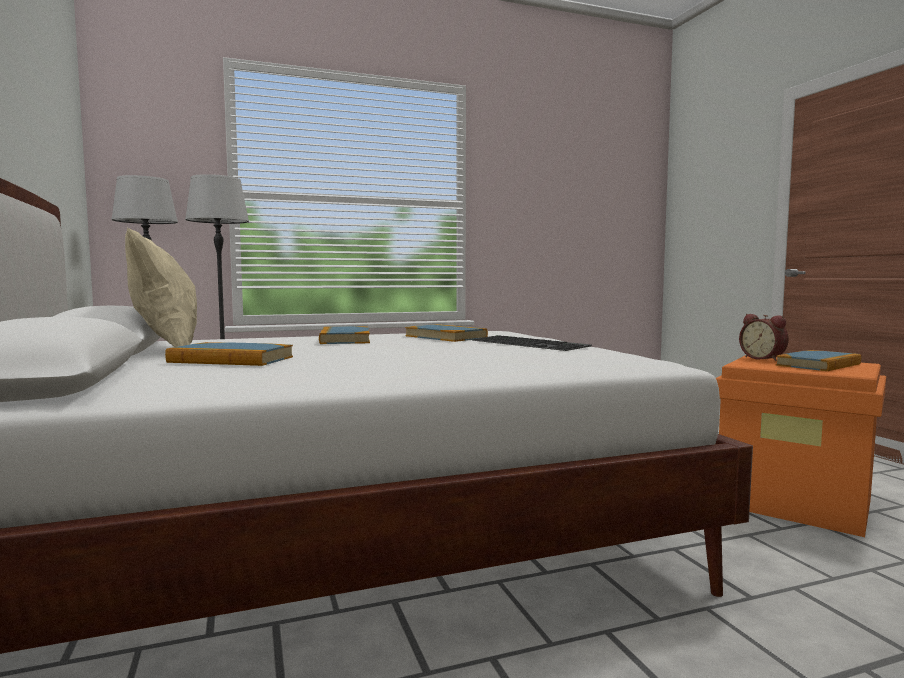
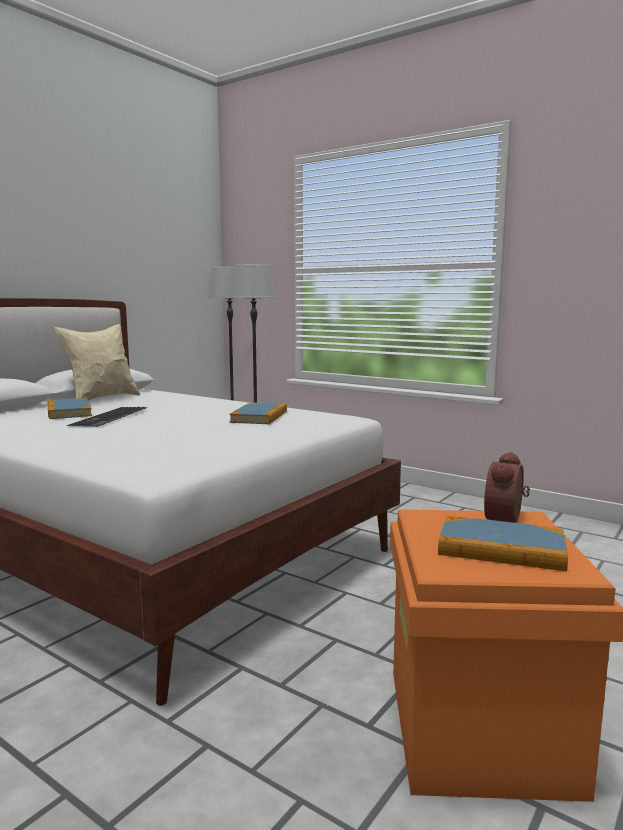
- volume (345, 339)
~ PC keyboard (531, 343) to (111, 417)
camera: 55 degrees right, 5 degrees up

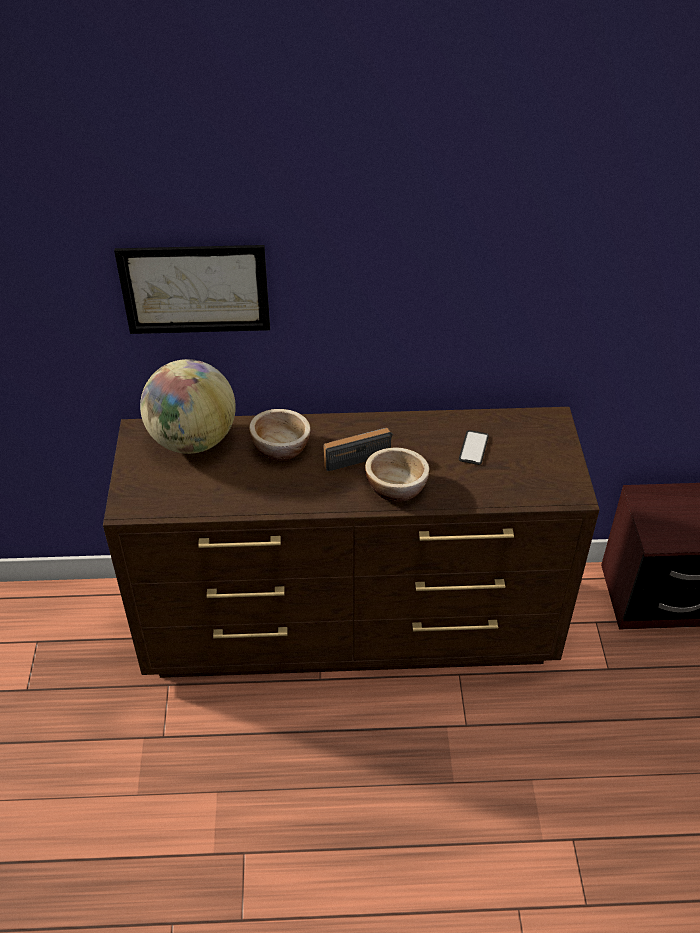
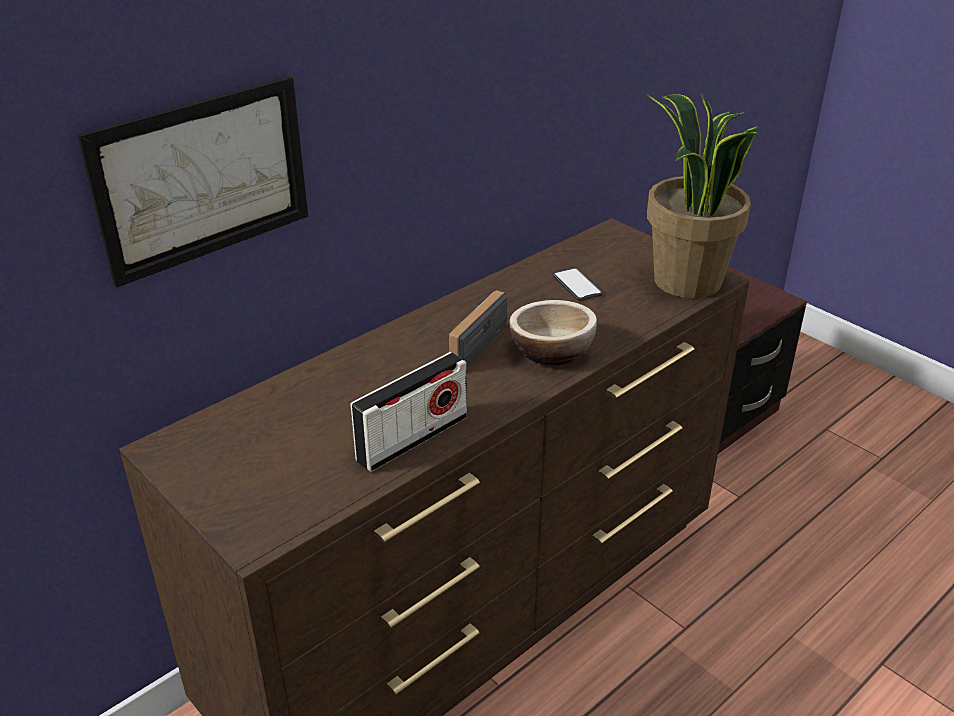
- globe (192, 440)
- bowl (281, 447)
+ radio receiver (412, 438)
+ plant in a pot (686, 281)
camera: 40 degrees left, 10 degrees down

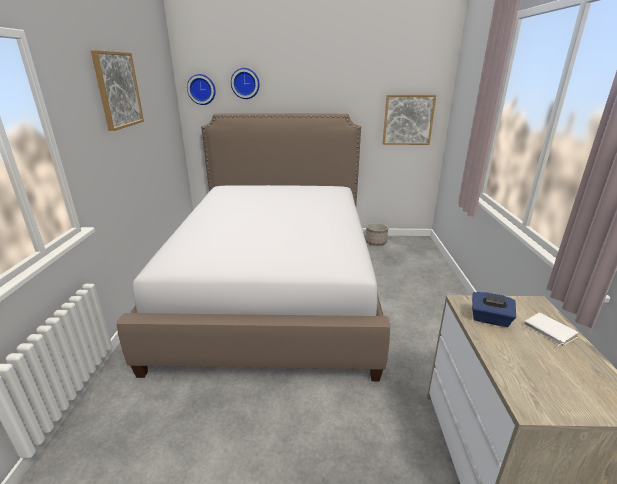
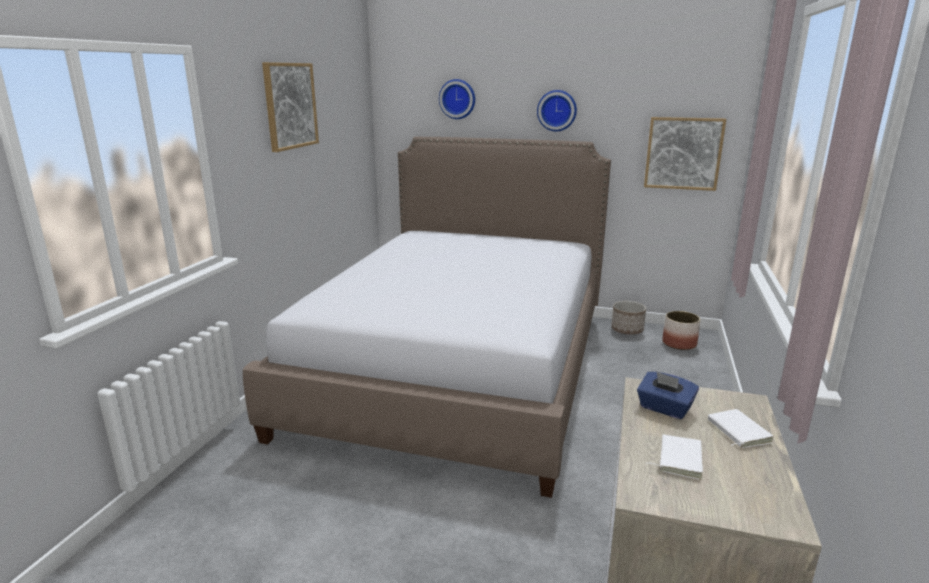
+ whitish volume (678, 458)
+ plant pot (678, 343)
~ wall clock (202, 89) to (557, 110)
camera: 15 degrees right, 5 degrees down

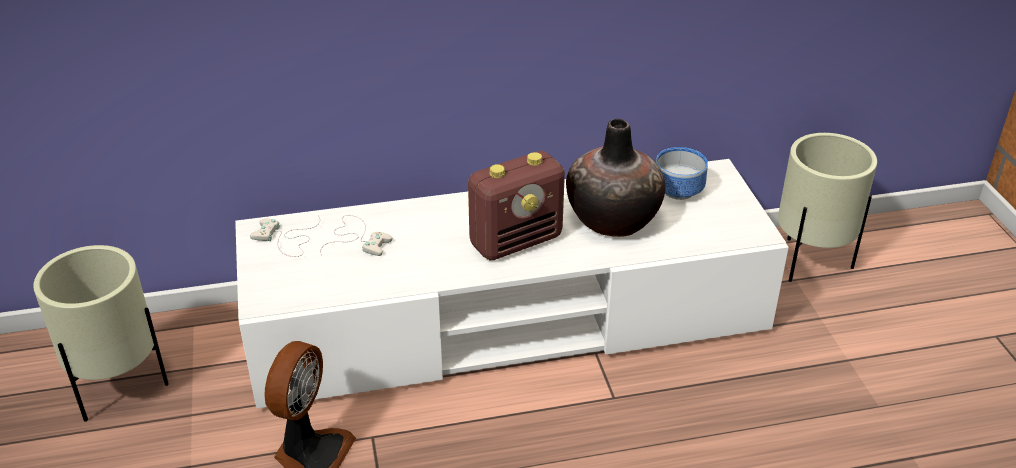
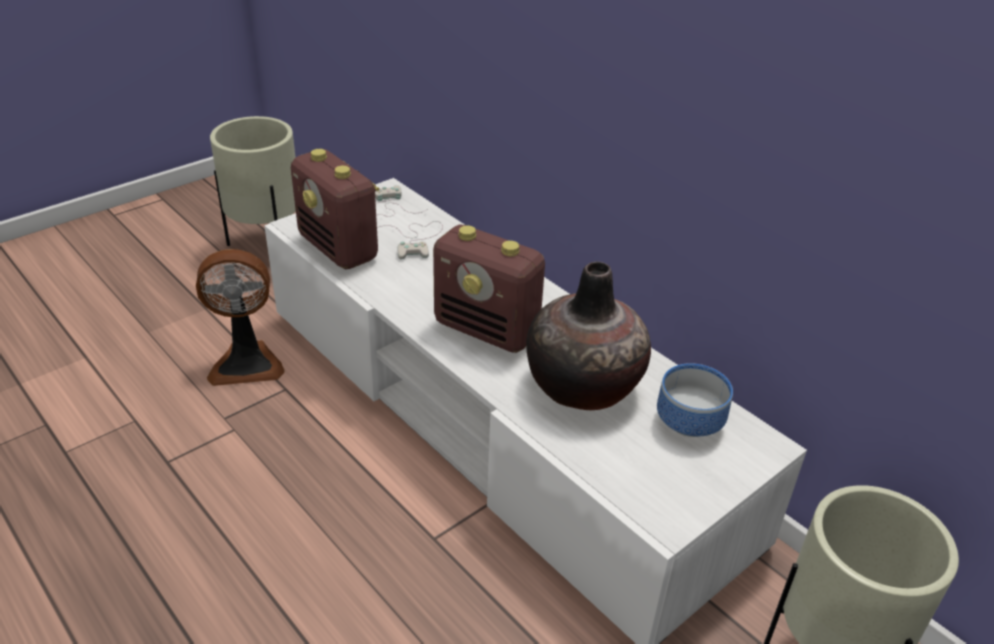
+ radio receiver (339, 248)
camera: 60 degrees right, 0 degrees up

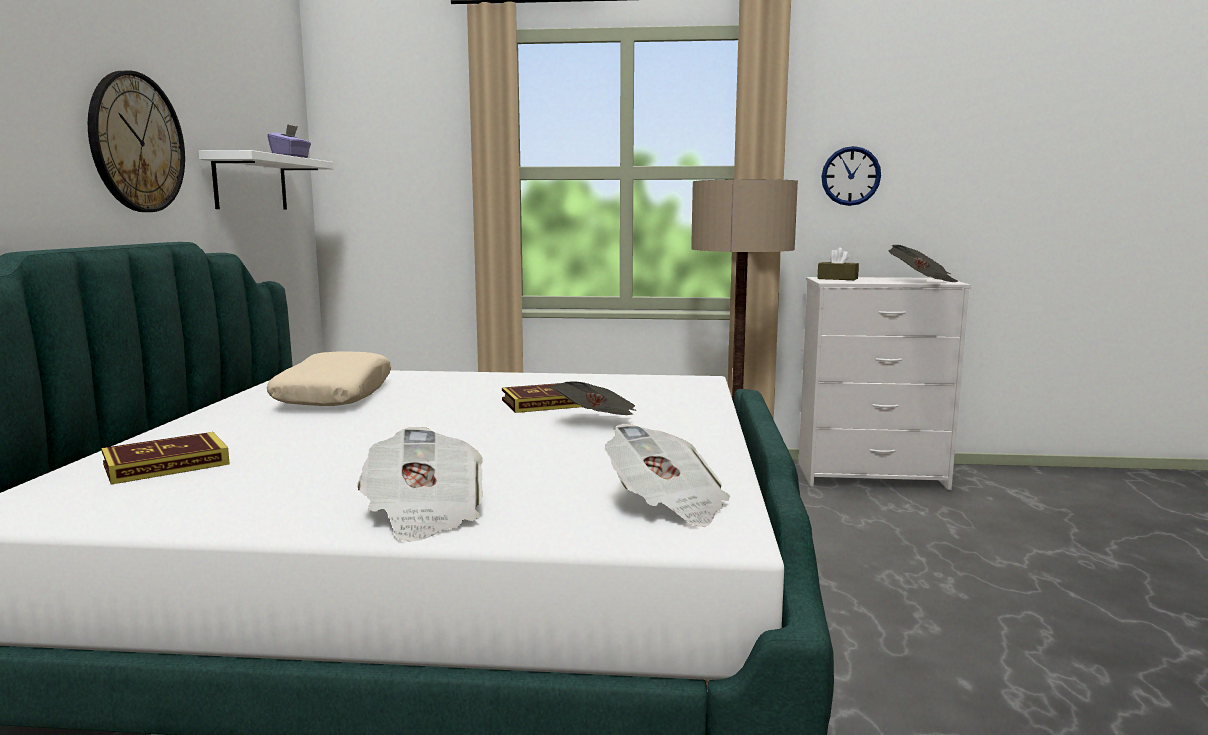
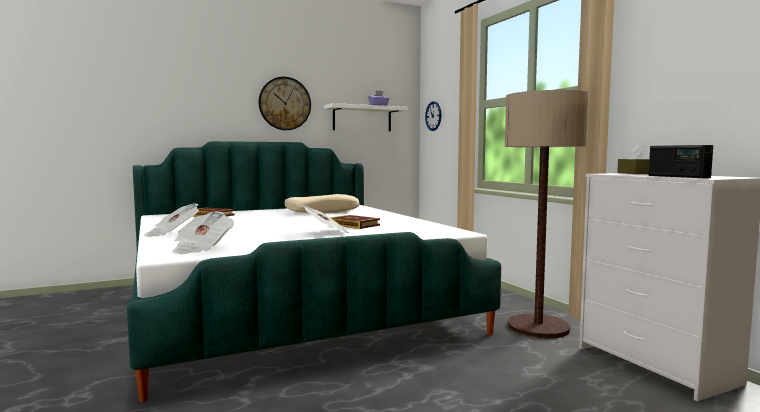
~ wall clock (850, 176) to (433, 116)
~ newspaper (922, 282) to radio receiver (677, 176)
camera: 60 degrees right, 5 degrees down

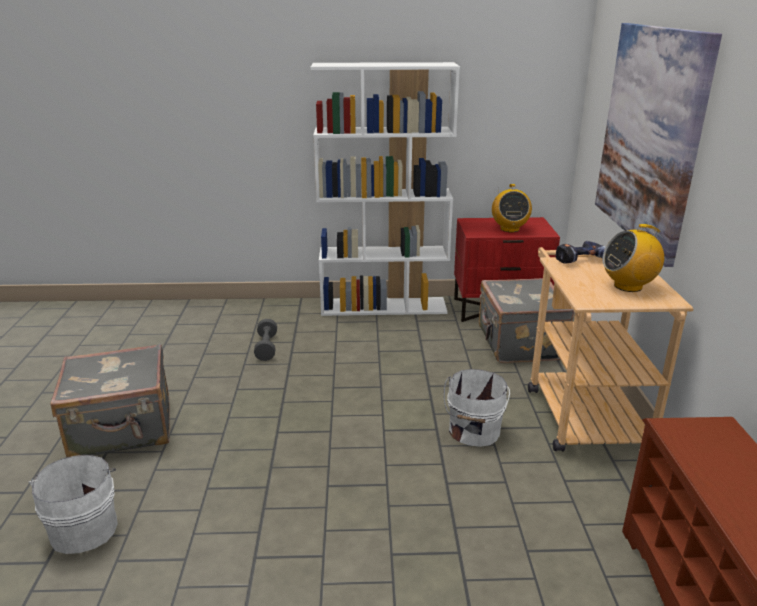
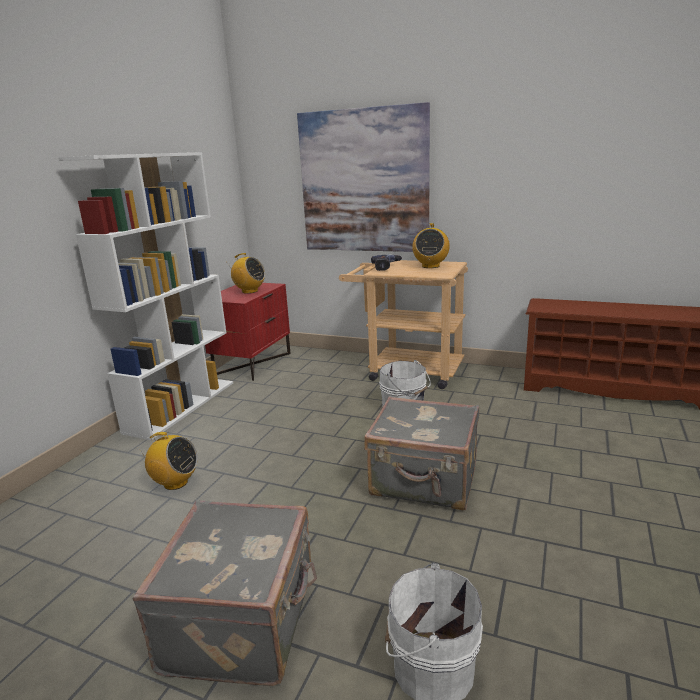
~ gray suitcase (518, 344) to (424, 481)
~ gray hand weight (266, 348) to radio receiver (175, 483)
camera: 65 degrees left, 5 degrees down

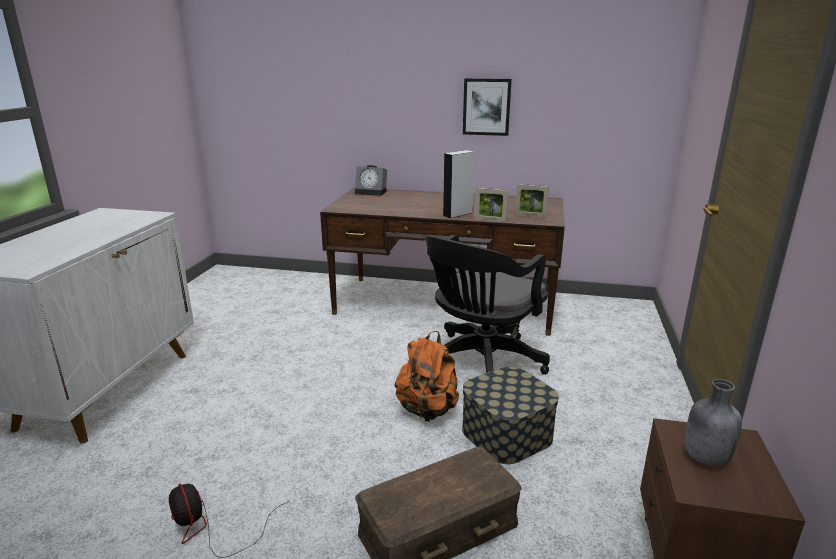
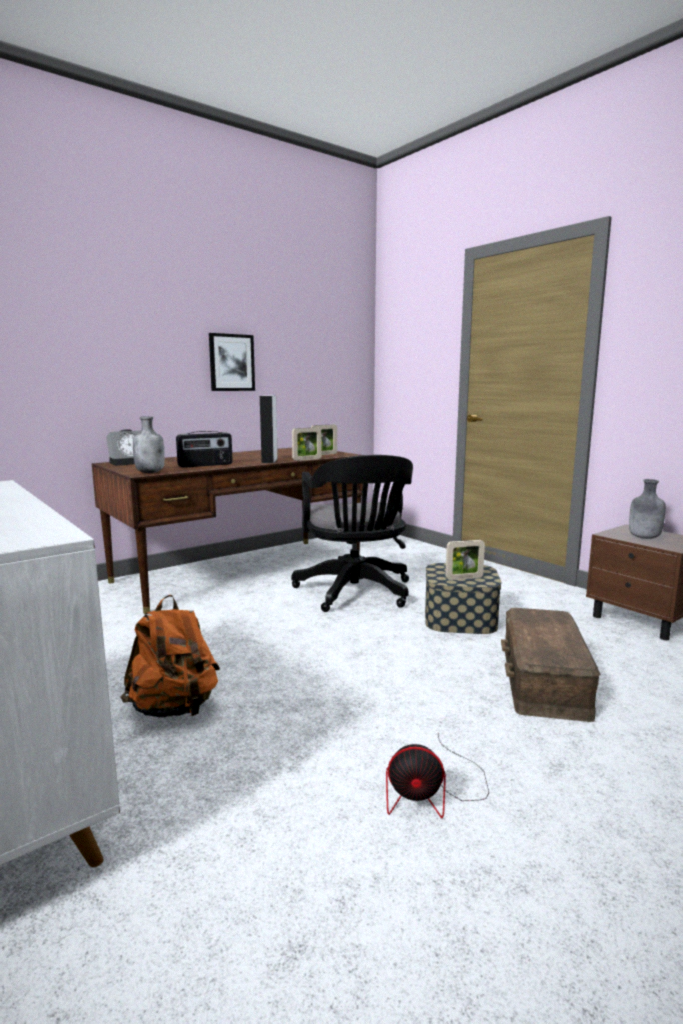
+ gray beverage bottle (150, 472)
+ radio receiver (205, 465)
+ picture frame (464, 578)
~ orange rucksack (428, 410) to (174, 709)
camera: 50 degrees left, 10 degrees down

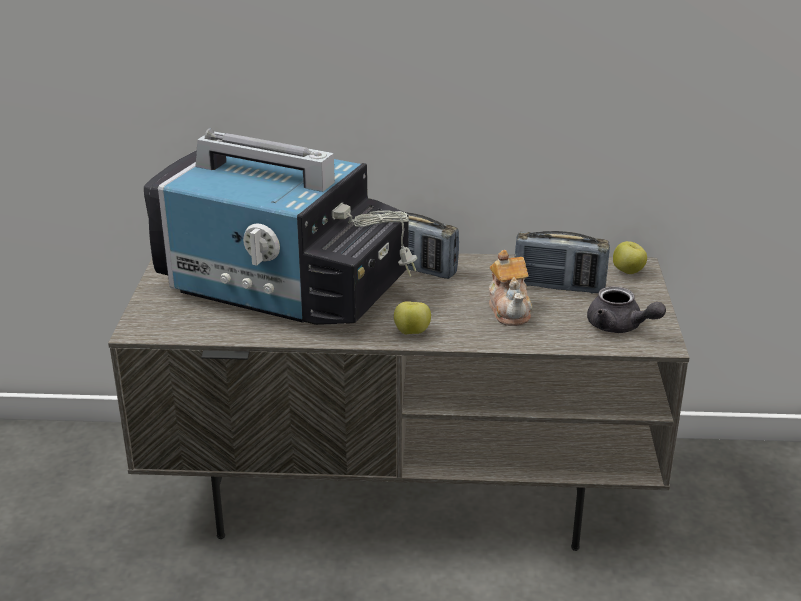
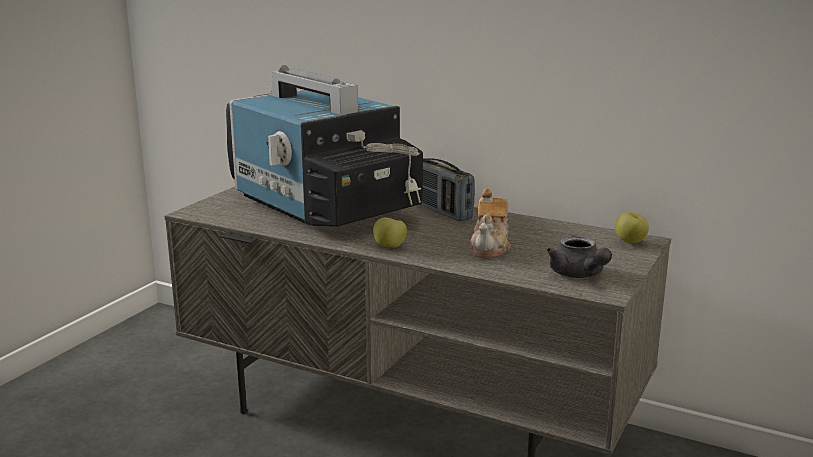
- radio receiver (559, 286)
camera: 25 degrees right, 10 degrees down

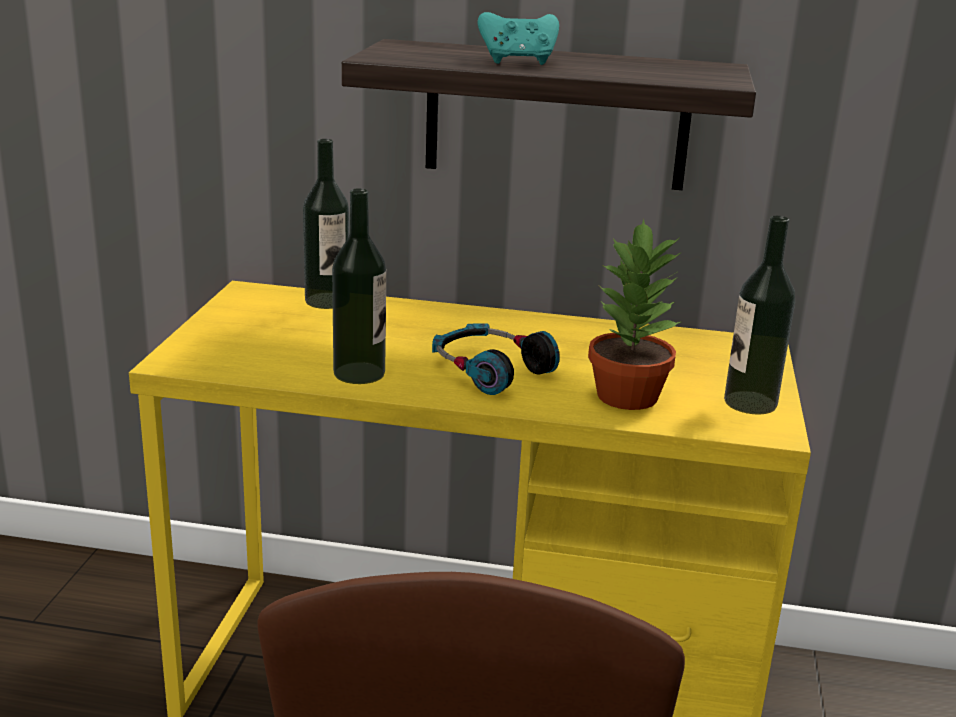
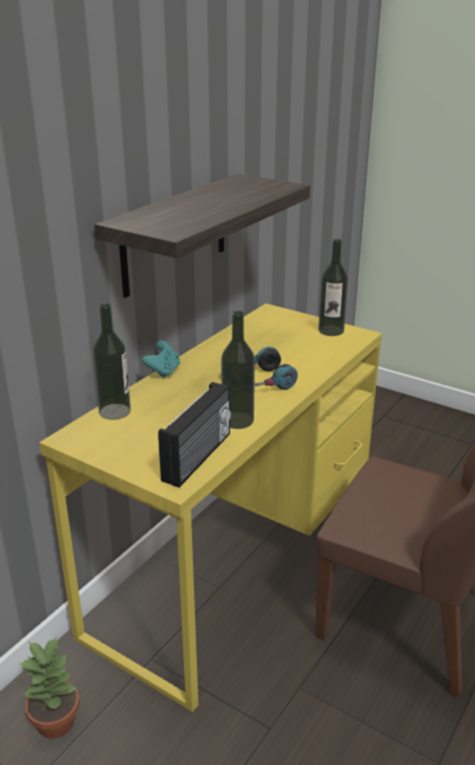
+ radio receiver (199, 457)
~ turquoise gamepad (518, 62) to (163, 372)
~ plant in a pot (629, 396) to (56, 721)
camera: 65 degrees left, 5 degrees up

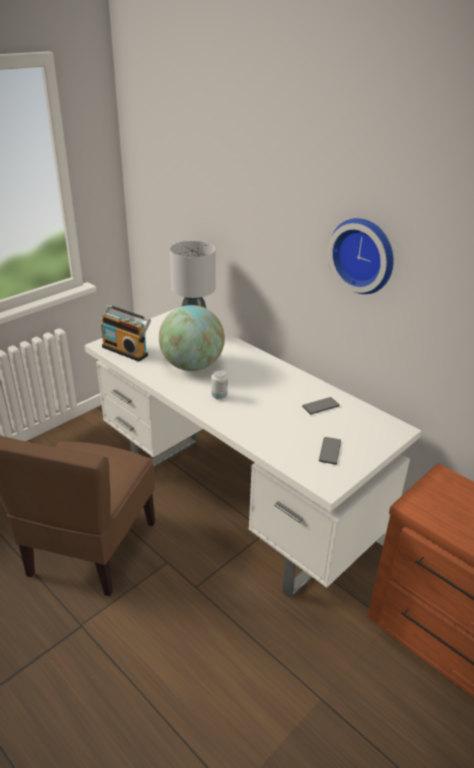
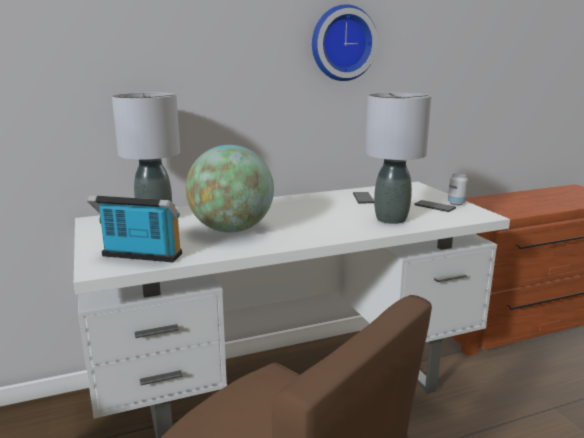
+ gray tabletop lamp (390, 219)
~ can (219, 396) to (456, 203)
~ radio receiver (126, 350) = (140, 256) 135 degrees counterclockwise
camera: 65 degrees left, 15 degrees down

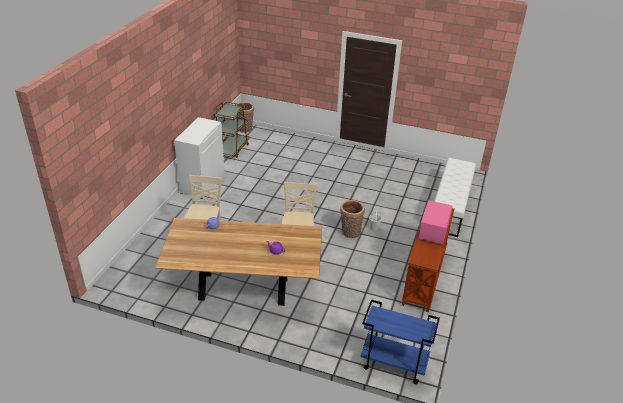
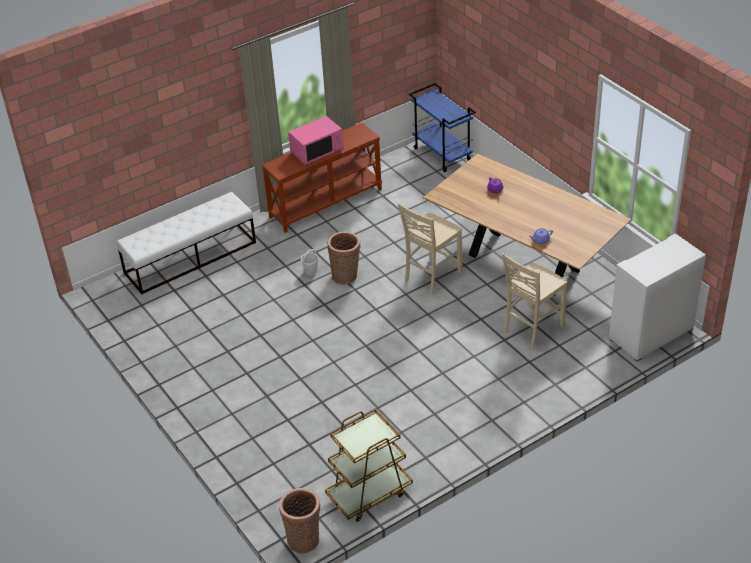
~ whitish cupboard (202, 183) to (651, 334)
camera: 140 degrees left, 5 degrees up

